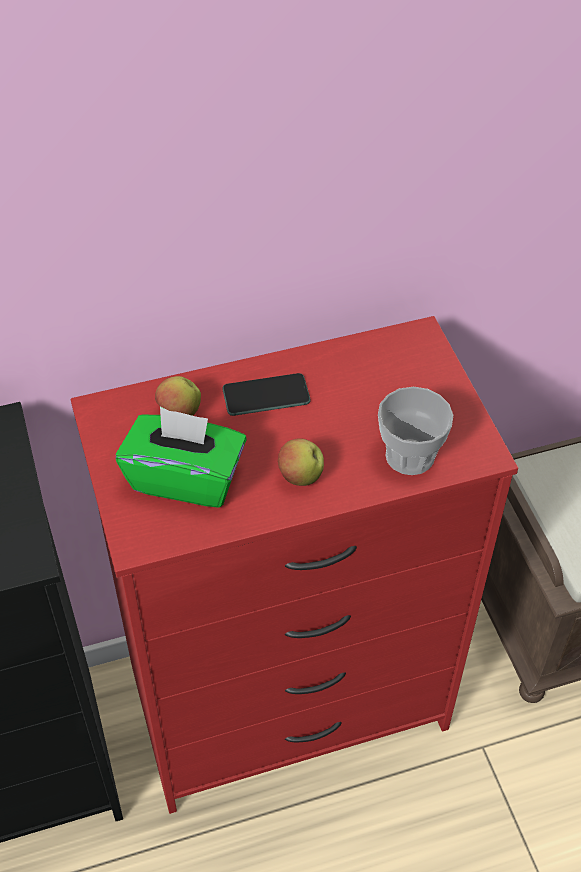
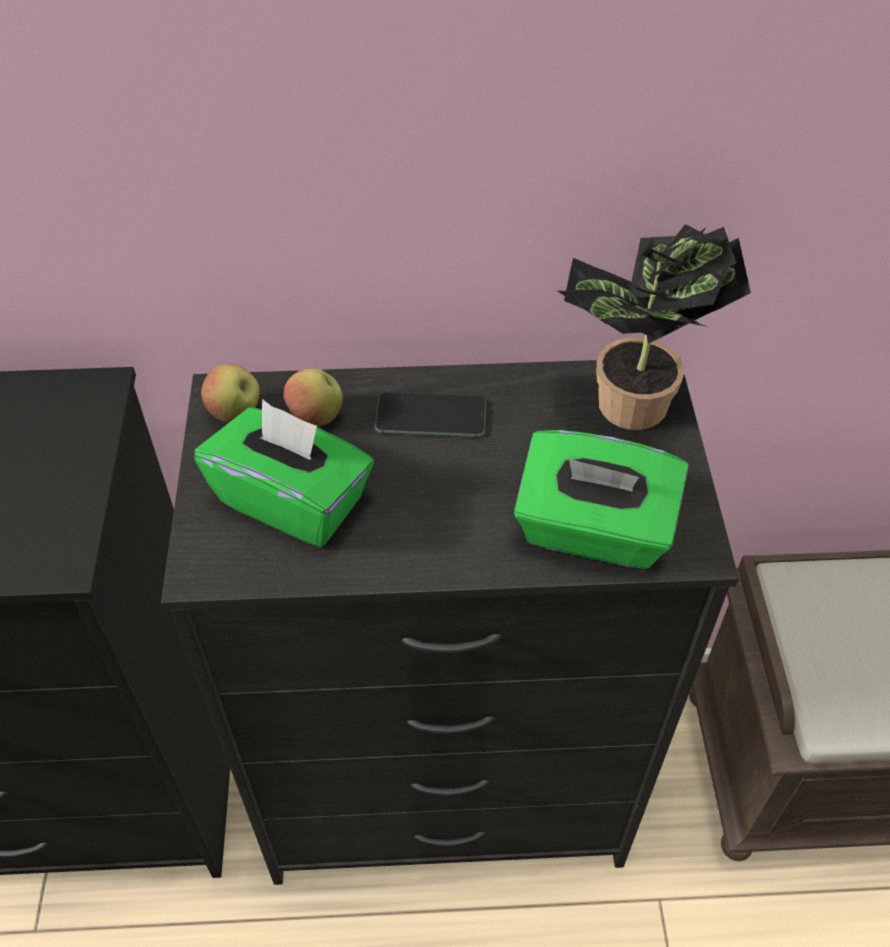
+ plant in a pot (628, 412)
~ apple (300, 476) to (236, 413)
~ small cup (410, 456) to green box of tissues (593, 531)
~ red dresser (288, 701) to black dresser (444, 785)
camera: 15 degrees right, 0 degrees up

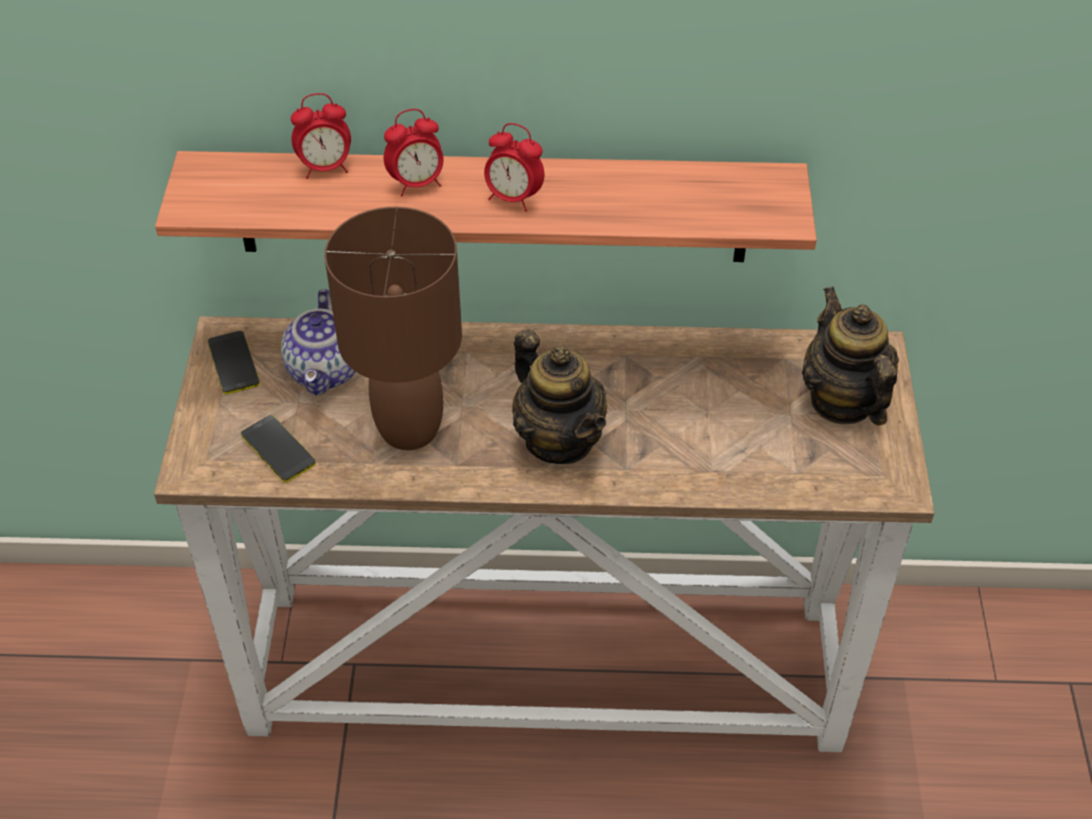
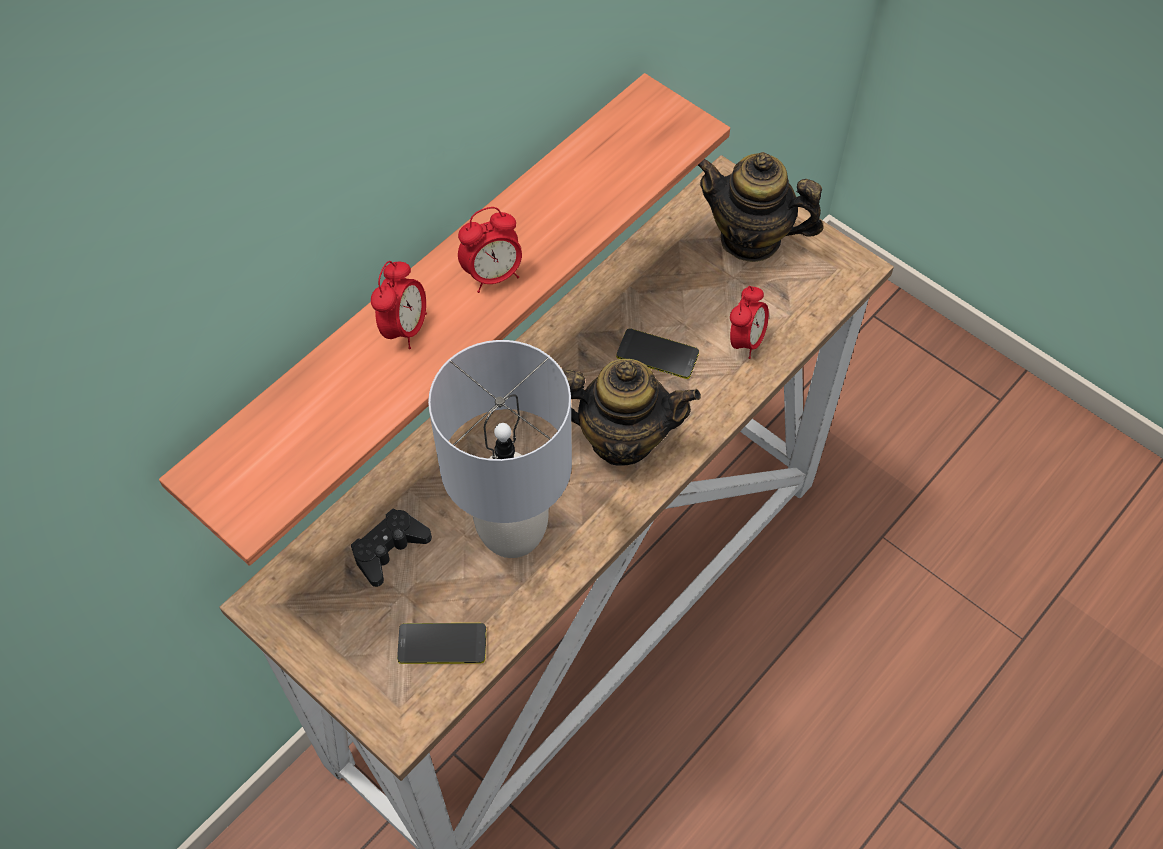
~ handset (233, 363) to (657, 354)
~ bedside clock (325, 168) to (745, 341)
~ tea pot (326, 371) to black gamepad (389, 549)
~ brownish tabletop lamp (408, 429) to gray tabletop lamp (512, 533)
camera: 50 degrees left, 10 degrees up

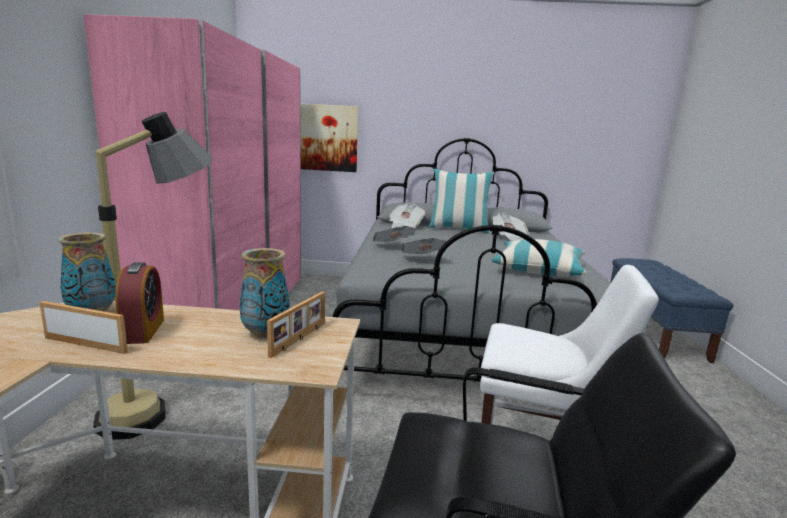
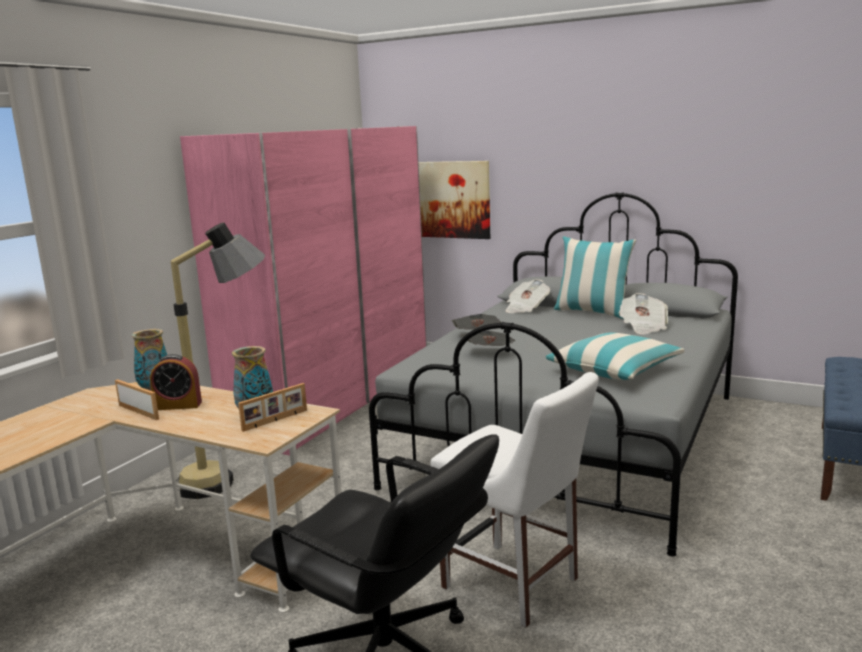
~ bedside clock (143, 331) = (178, 405) 75 degrees clockwise
camera: 25 degrees right, 0 degrees up

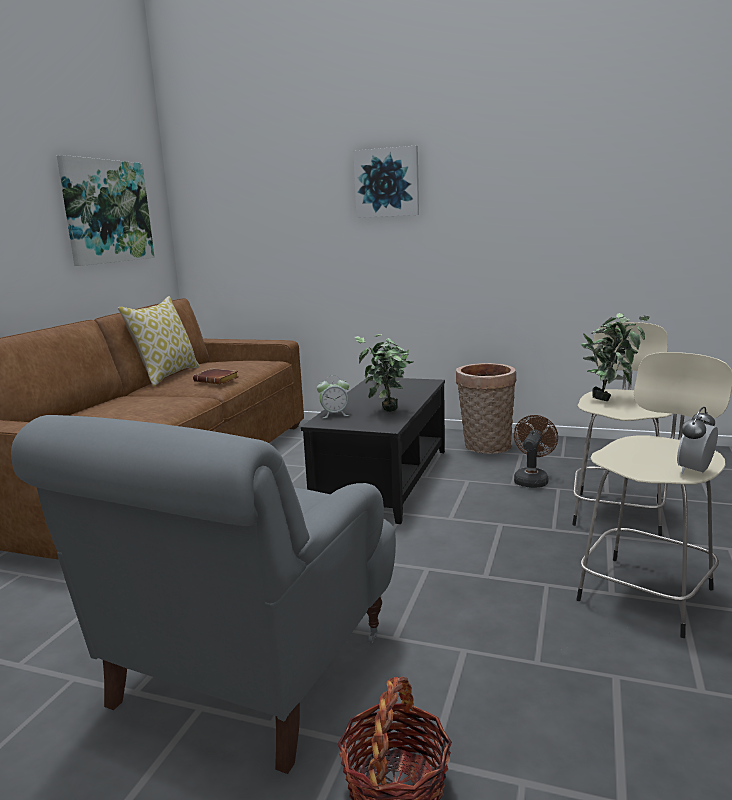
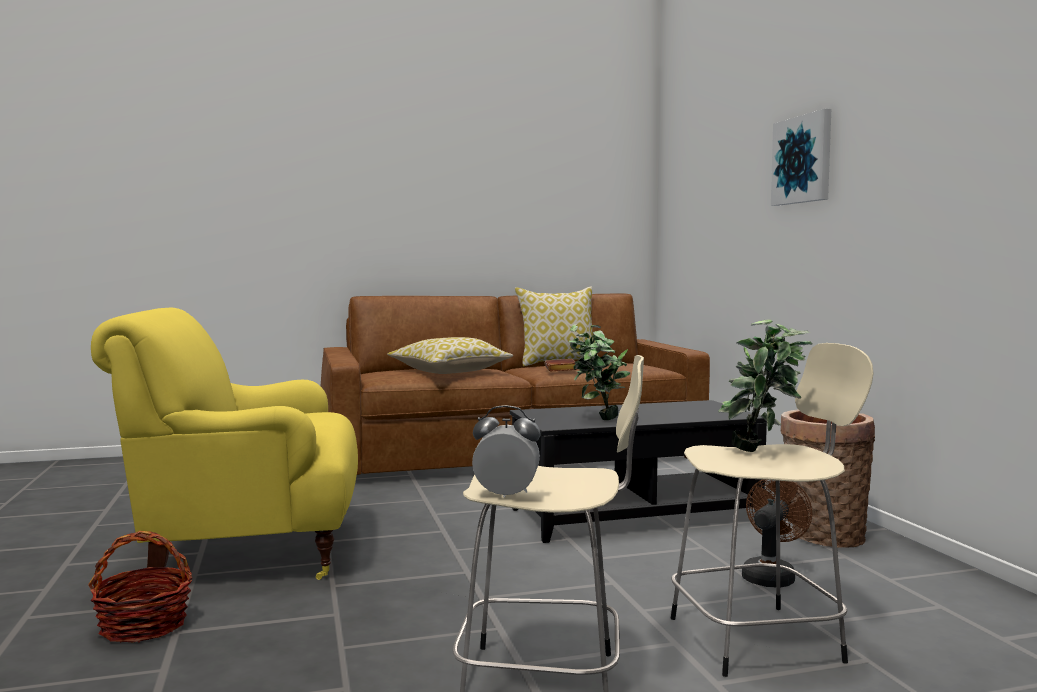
- picture (107, 211)
- bedside clock (334, 414)
+ pillow (450, 372)
~ gray lounge chair (247, 673) to yellow lounge chair (246, 553)
~ brownish cooling fan (532, 479) = (771, 575) 45 degrees counterclockwise
camera: 55 degrees right, 10 degrees down

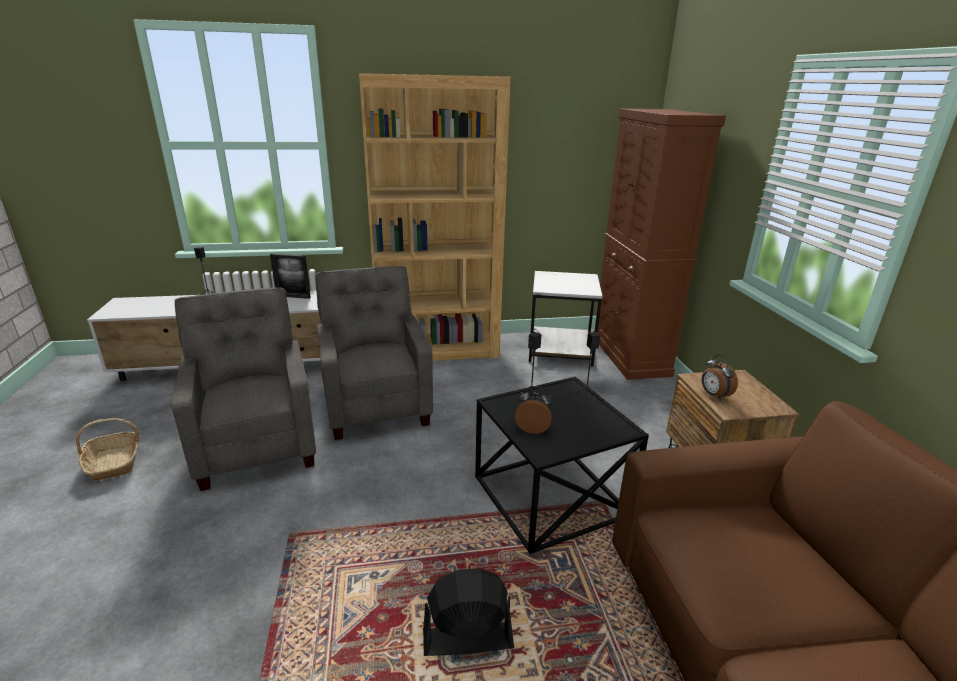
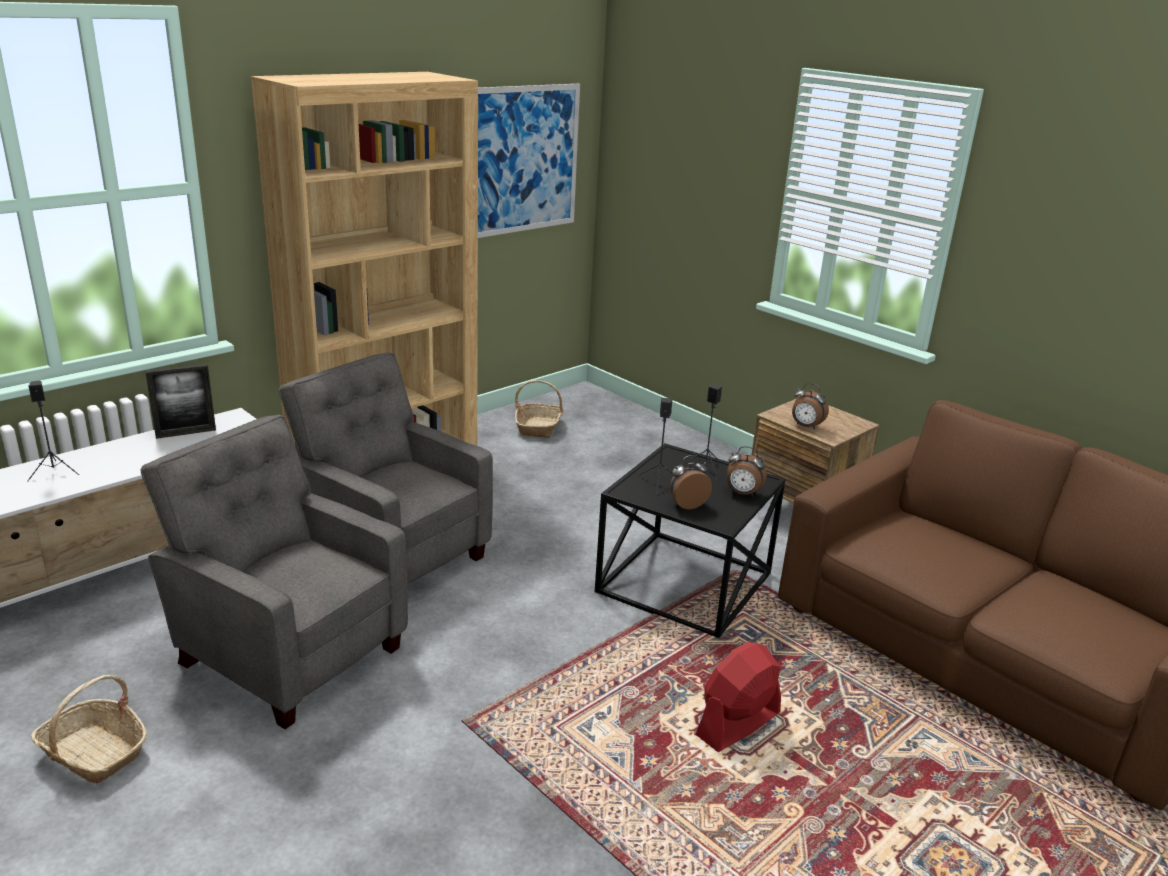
- brownish cupboard (630, 355)
+ picture (523, 160)
+ bedside clock (742, 493)
~ whitish side table (561, 350) to storage basket (539, 427)
~ black cooling fan (467, 639) to red cooling fan (737, 725)
camera: 35 degrees left, 0 degrees up

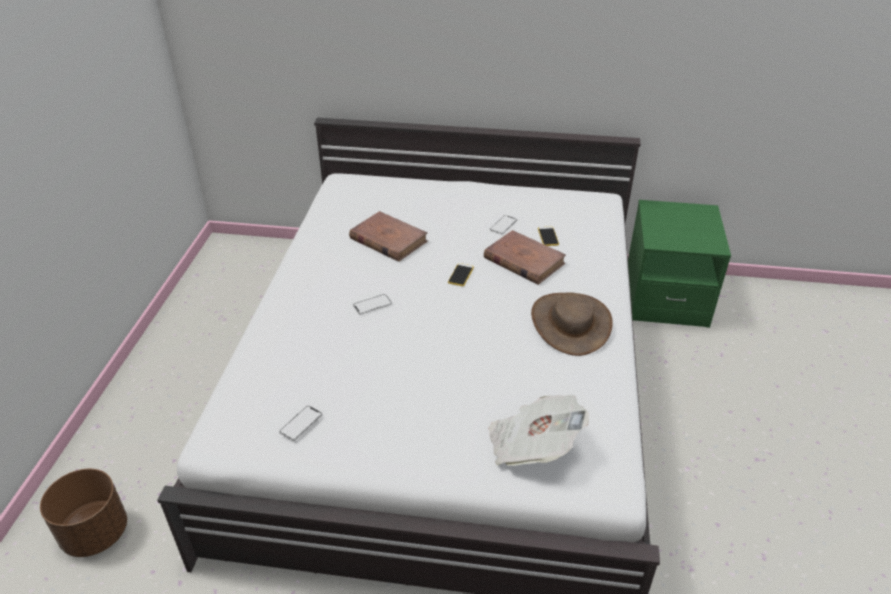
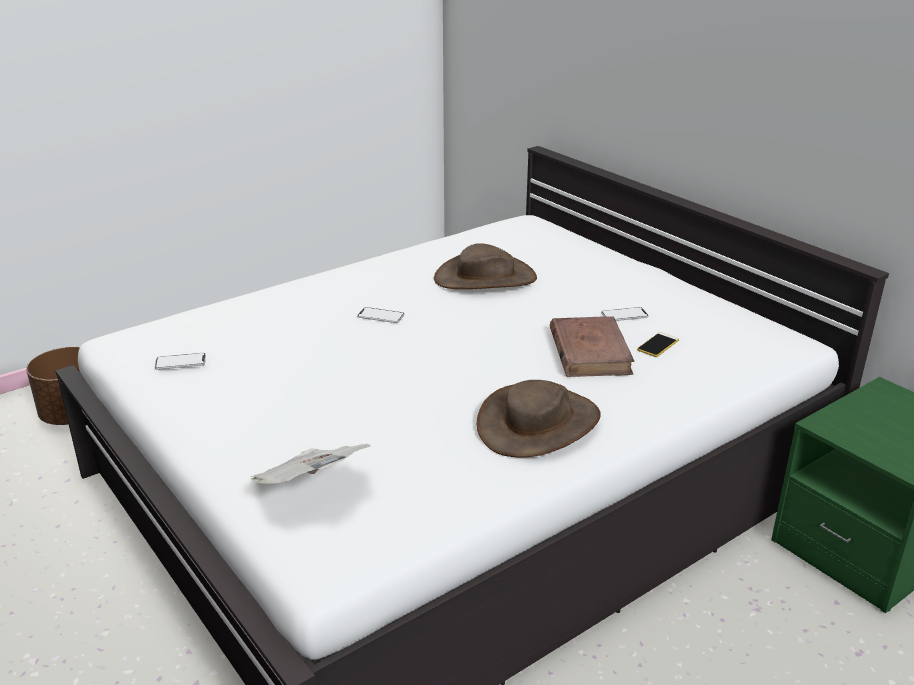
- handset (460, 275)
~ brownish volume (388, 240) to brownish clothing hat (485, 278)
camera: 45 degrees right, 10 degrees down

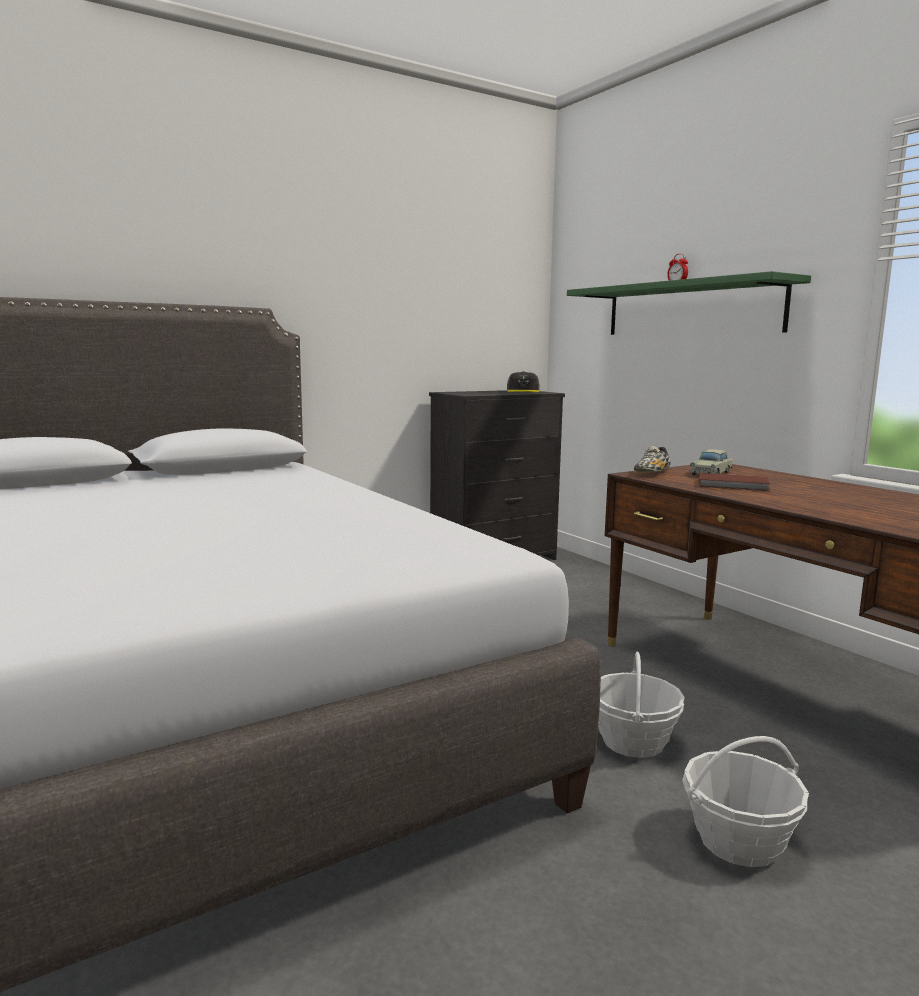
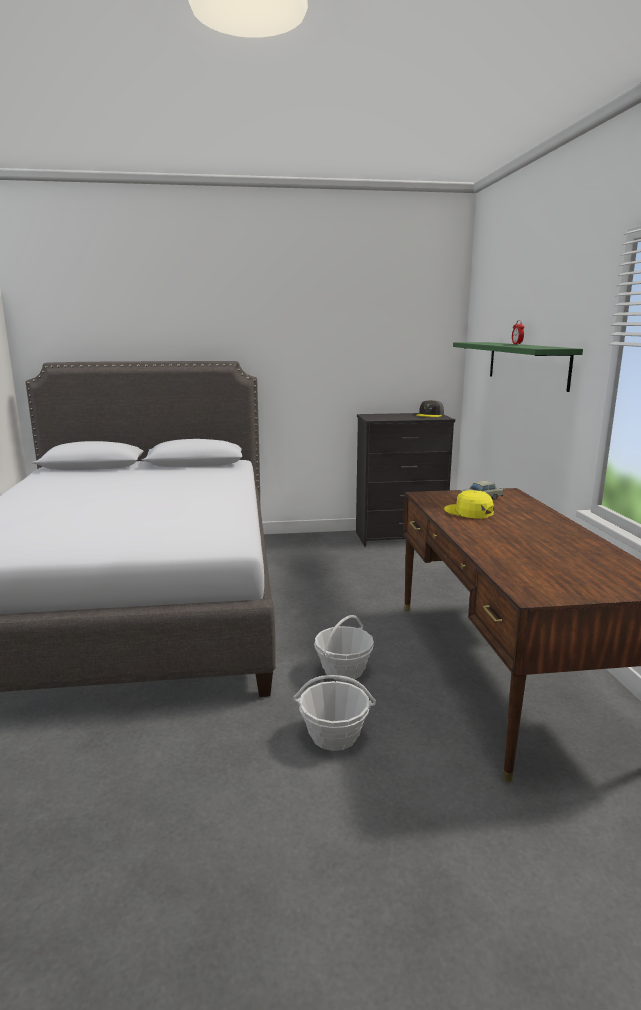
- shoe (652, 474)
~ brownish volume (733, 485) to yellow peaked cap (468, 512)
camera: 25 degrees right, 5 degrees up

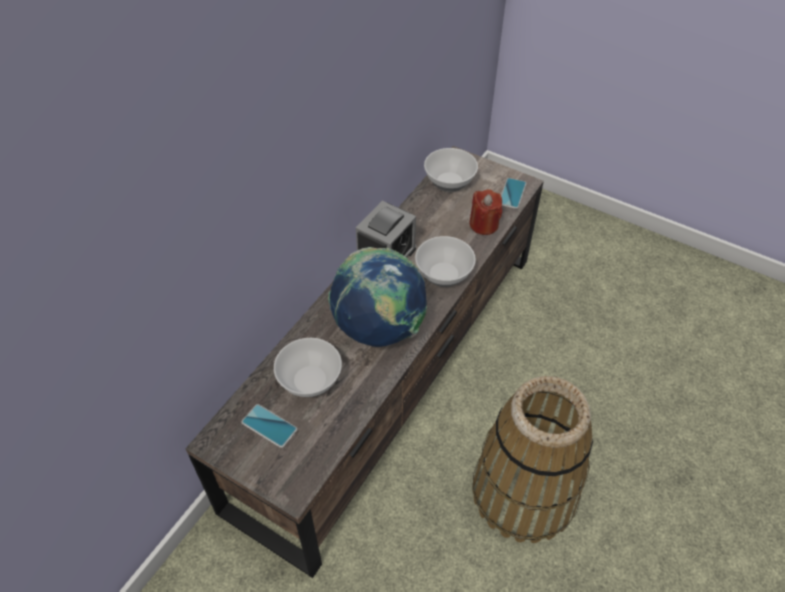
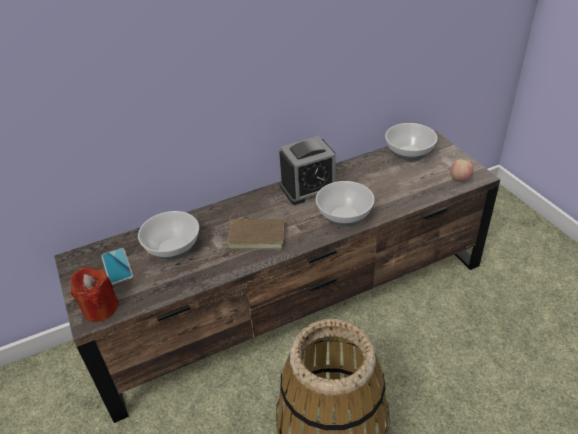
~ red candle (484, 224) to (100, 308)
~ globe (379, 328) to brownish volume (257, 235)
~ handset (512, 193) to apple (460, 179)
camera: 35 degrees right, 10 degrees down

